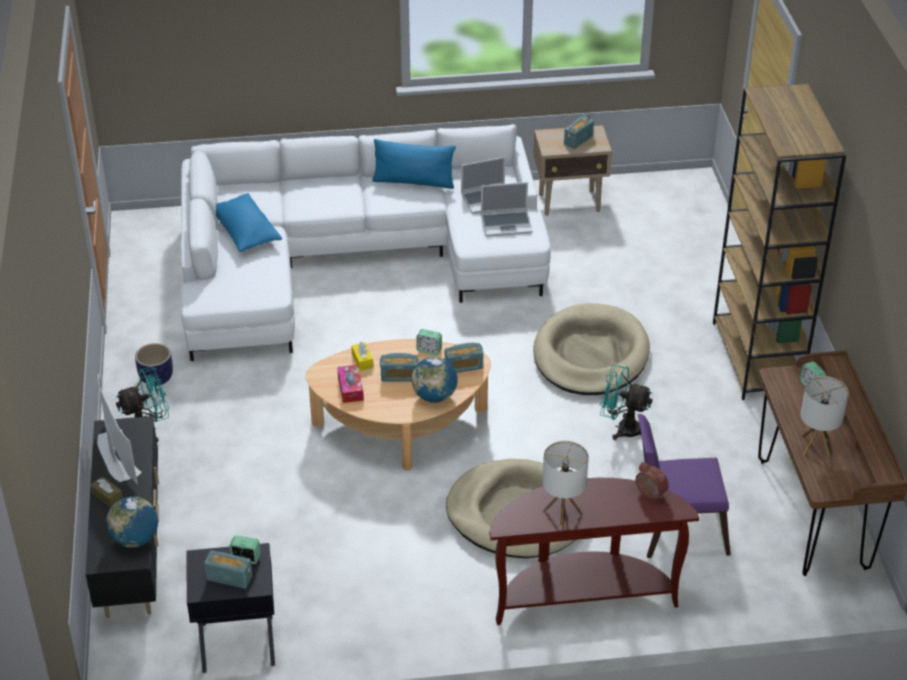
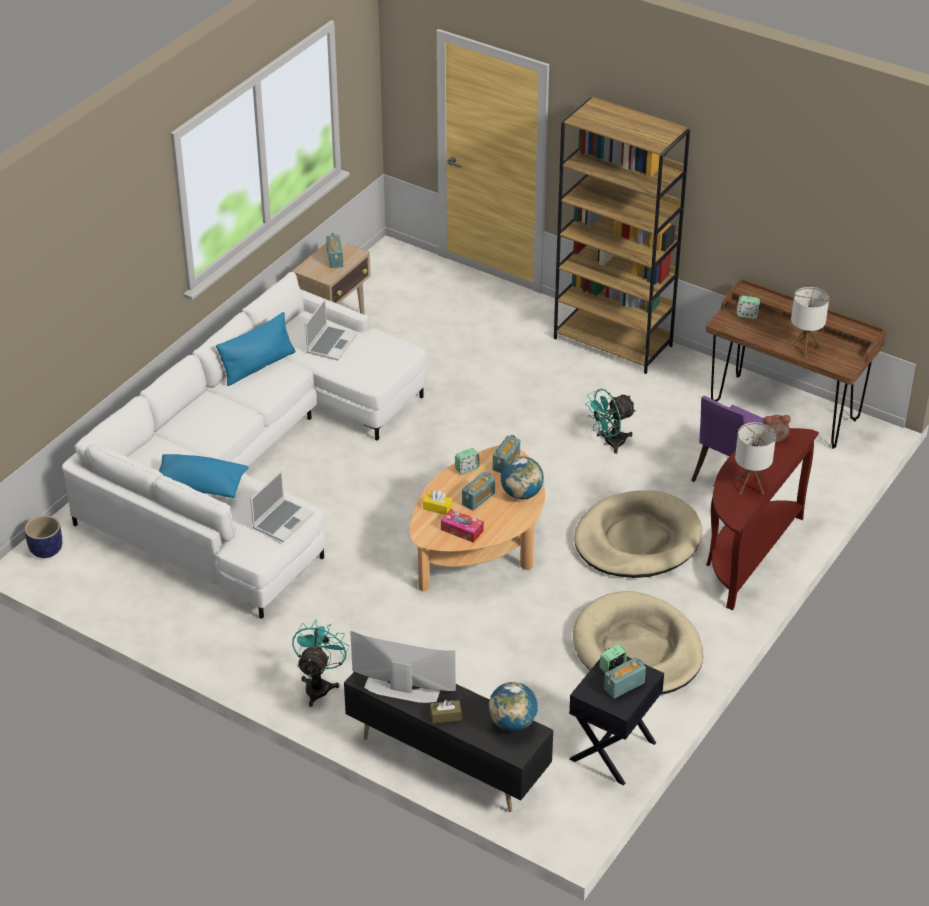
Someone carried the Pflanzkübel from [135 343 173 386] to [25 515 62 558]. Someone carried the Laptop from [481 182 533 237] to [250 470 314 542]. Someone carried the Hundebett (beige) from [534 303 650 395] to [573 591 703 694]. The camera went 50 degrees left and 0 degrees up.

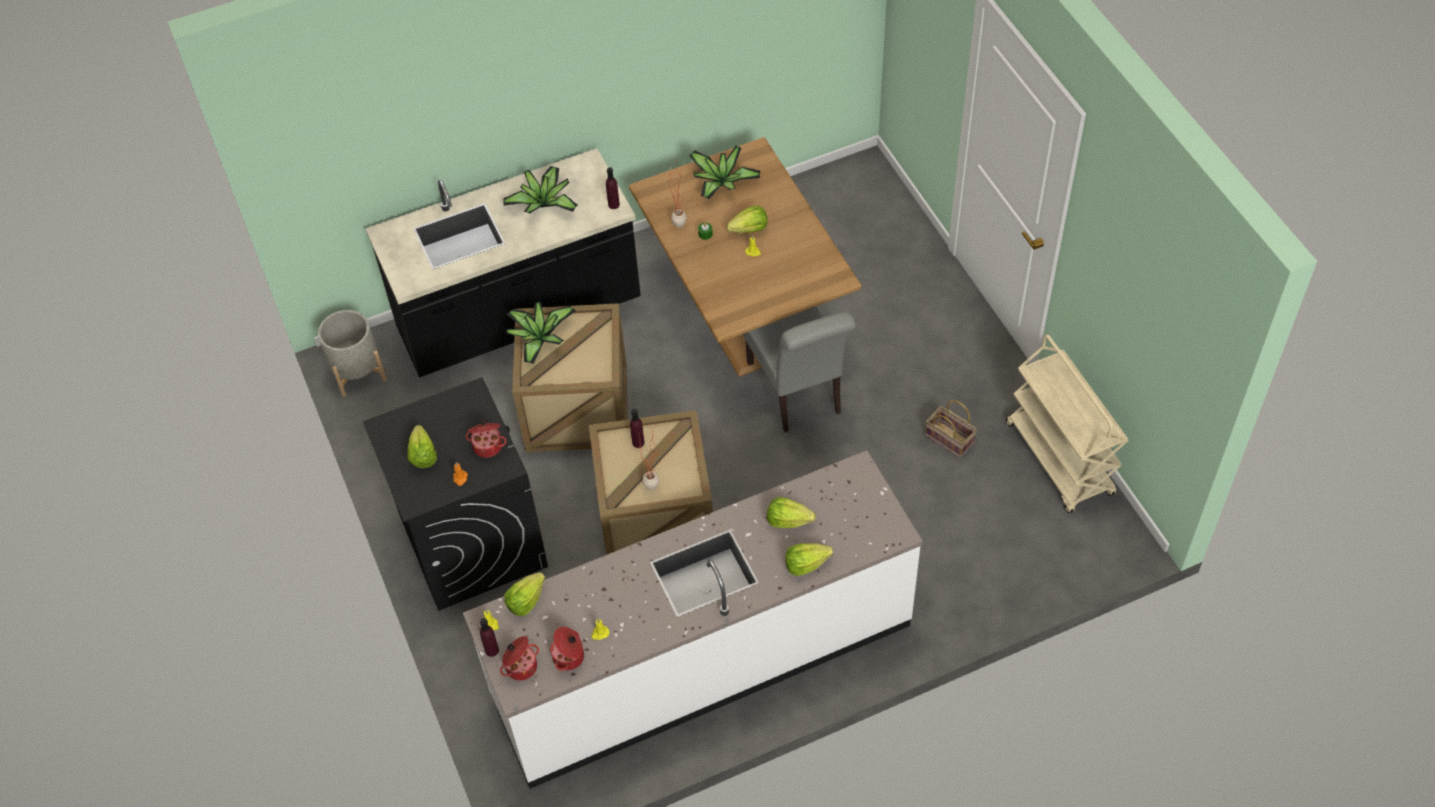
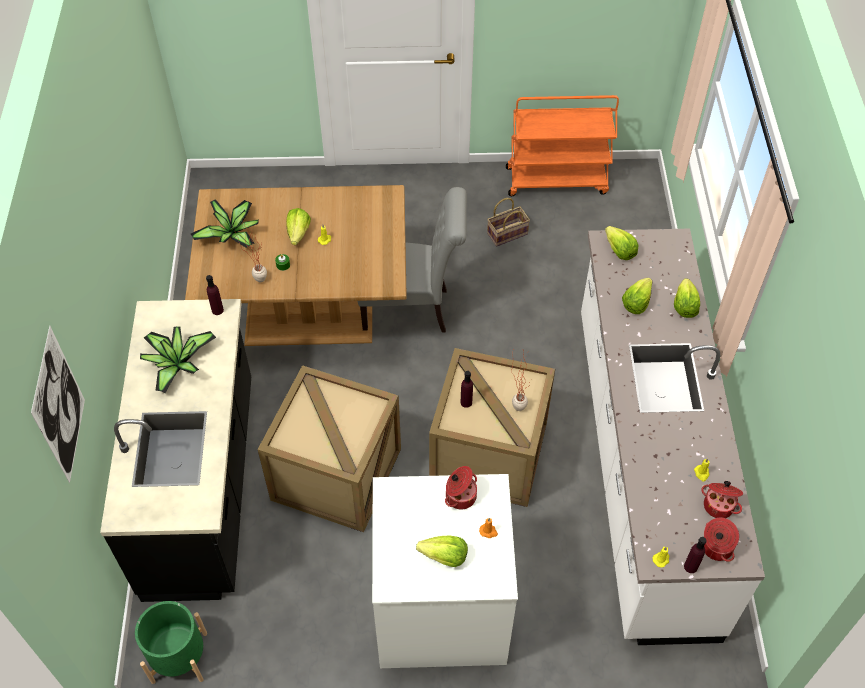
Someone put up the Bild at [31 326 85 483]. Someone repainted the Pflanzkübel (grau) at [318 310 387 397], which became the Pflanzkübel (grün) at [135 601 207 684]. Someone repainted the Waschmaschine (schwarz) at [363 377 548 611], which became the Waschmaschine (weiß) at [372 474 518 668]. Someone repainted the Rollwagen (beige) at [1006 334 1129 513], which became the Rollwagen (orange) at [506 95 619 196]. Someone carried the Salatkopf from [504 572 545 616] to [605 226 639 260]. Someone took away the Topfpflanze at [506 302 575 364]. The camera went 70 degrees left and 0 degrees up.

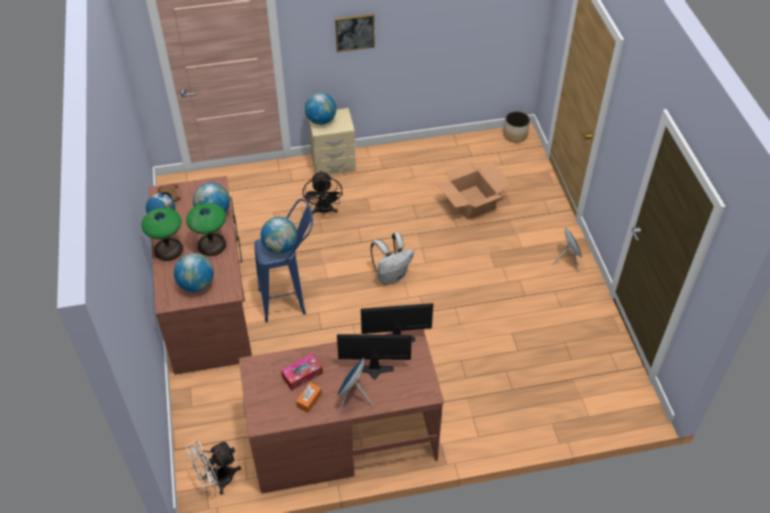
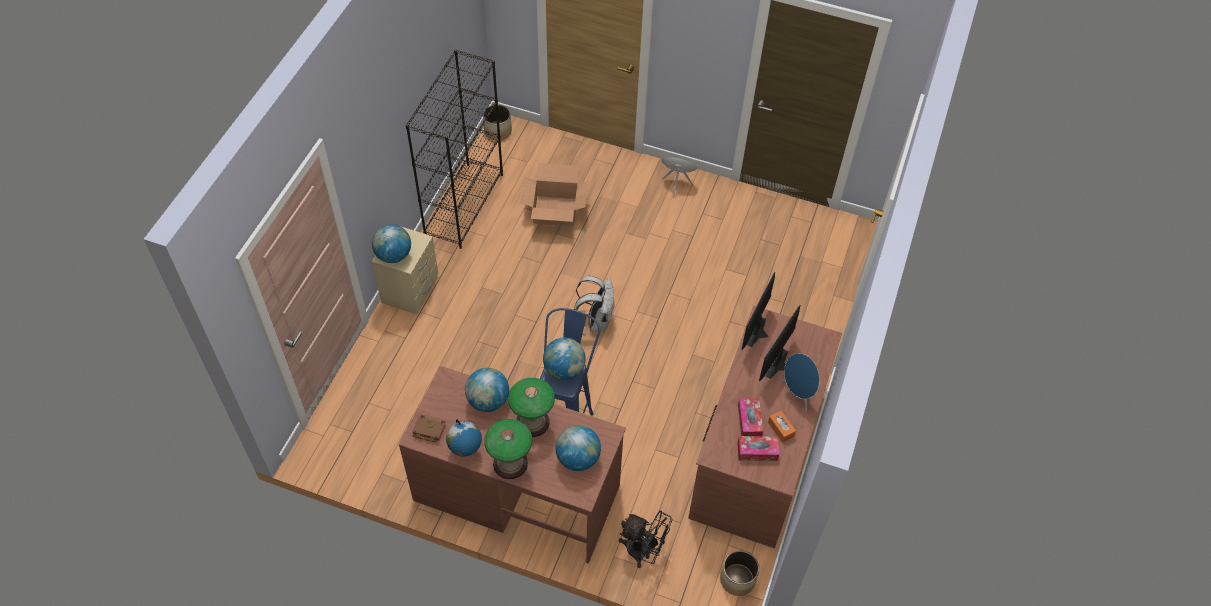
Someone put down the Bücherregal (schwarz) at [406 49 503 249]. Someone carried the Ventilator (schwarz) from [303 170 343 215] to [619 511 673 568]. Someone swapped the Ventilator (weiß) at [186 440 241 495] for the Pflanzkübel at [720 551 759 596]. Someone put down the Taschentuchbox at [737 436 779 461]. Someone took away the Bild at [335 14 374 52]. The camera went 60 degrees left and 5 degrees up.

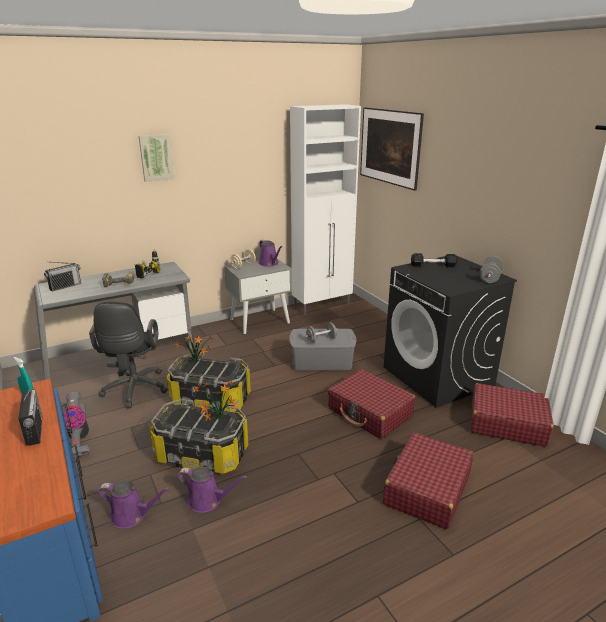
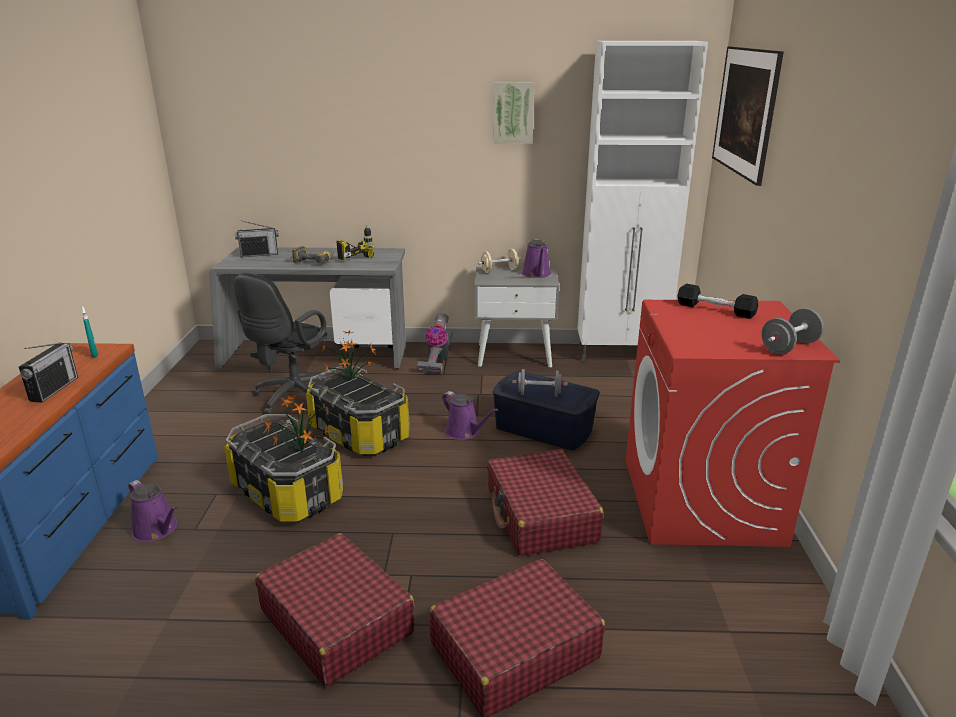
Someone carried the Koffer (rot) from [470 383 554 447] to [255 533 415 687]. Someone carried the Staubsauger from [63 392 89 458] to [417 313 453 373]. Someone carried the Gießkanne (lila) from [178 467 247 513] to [442 391 499 440]. Someone repainted the Aufbewahrungsbox (grau) at [289 329 357 370], which became the Aufbewahrungsbox (blau) at [492 371 599 450]. Someone carried the Bild from [139 134 174 182] to [494 82 534 144]. Someone repainted the Waschmaschine (schwarz) at [384 256 517 408], which became the Waschmaschine (rot) at [626 300 840 547]. The camera went 30 degrees right and 0 degrees up.

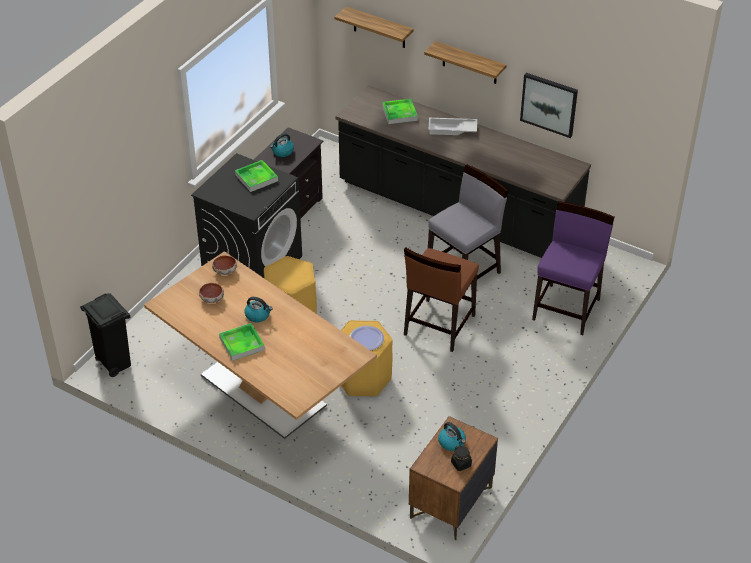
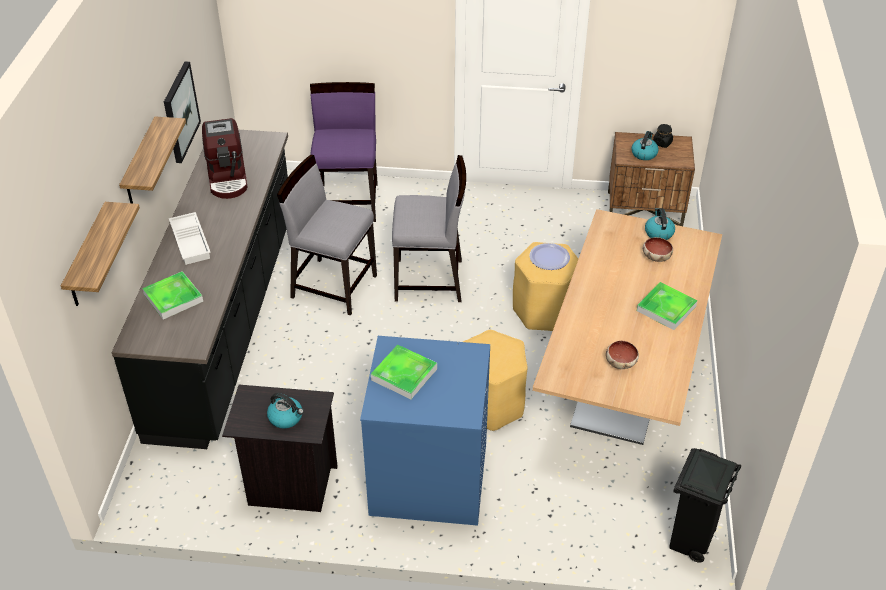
Someone put down the Kaffeemaschine at [202 118 248 199]. Someone rotated the Stuhl (lila) at [532 201 615 335] by 90 degrees clockwise. Someone repainted the Waschmaschine (schwarz) at [191 153 302 278], which became the Waschmaschine (blau) at [360 336 490 526]. Someone repainted the Stuhl (braun) at [404 247 479 352], which became the Stuhl (grau) at [392 155 466 302]. Someone carried the Schüssel from [212 255 237 275] to [643 237 673 262]. Someone carried the Wasserkessel from [245 297 272 322] to [645 208 675 240]. The camera went 115 degrees left and 0 degrees up.

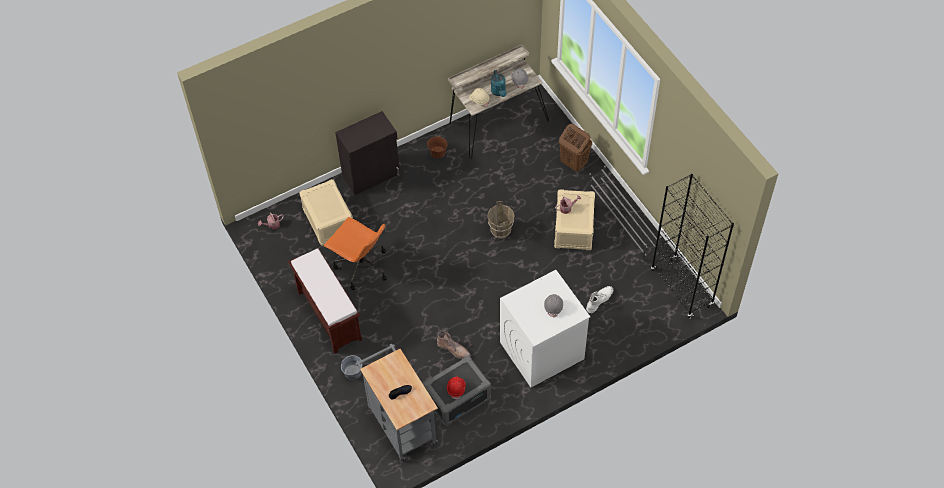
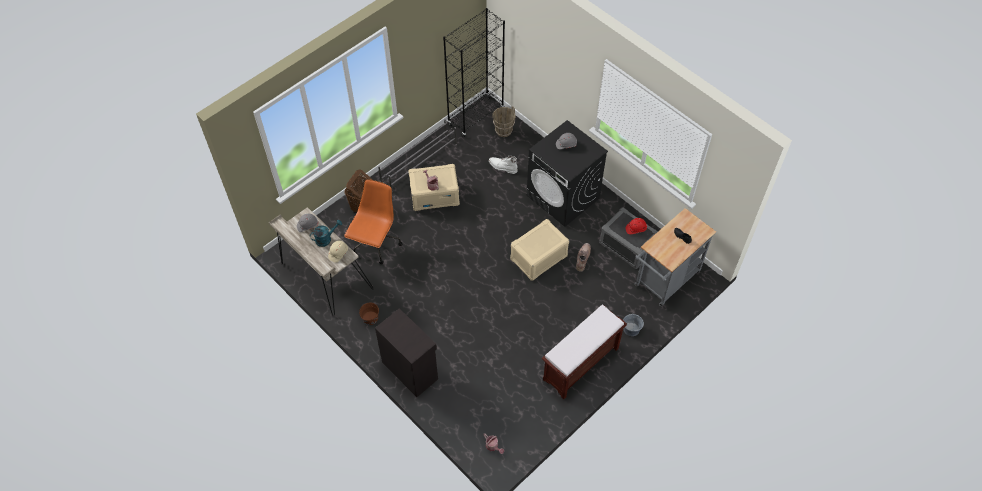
Someone carried the Bürostuhl (orange) from [324 217 387 290] to [344 179 402 264]. Someone carried the Eimer (braun) from [488 201 515 239] to [492 106 516 137]. Someone carried the Aufbewahrungsbox (beige) from [299 179 353 246] to [510 219 569 281]. Someone repainted the Waschmaschine (weiß) at [500 270 590 387], which became the Waschmaschine (schwarz) at [527 120 608 227]. The camera went 105 degrees left and 0 degrees up.

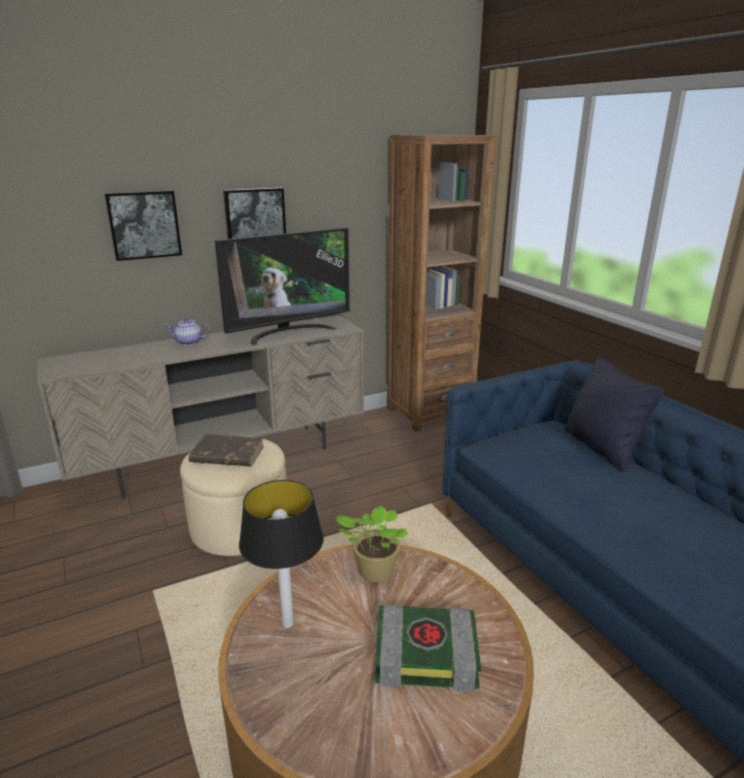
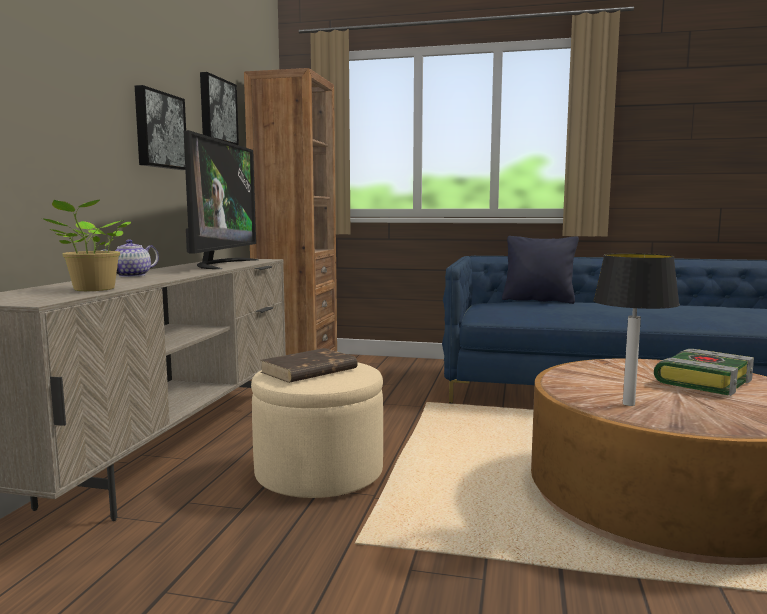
Someone carried the Topfpflanze from [335 505 408 582] to [42 200 131 291]. Someone carried the Bild from [104 190 182 261] to [200 72 239 145]. The camera went 50 degrees left and 15 degrees down.

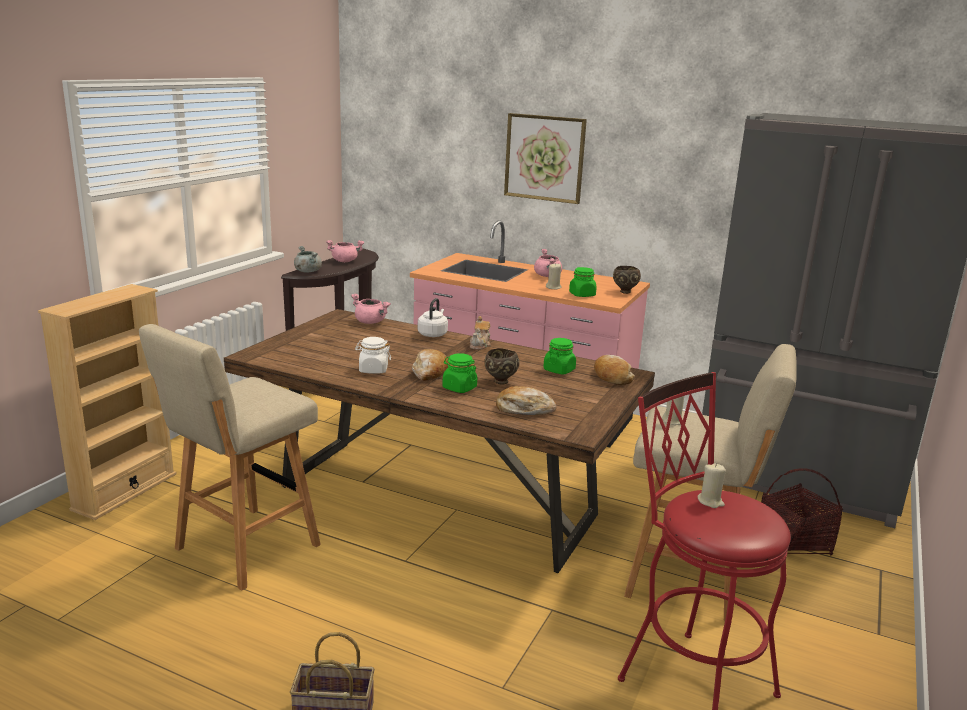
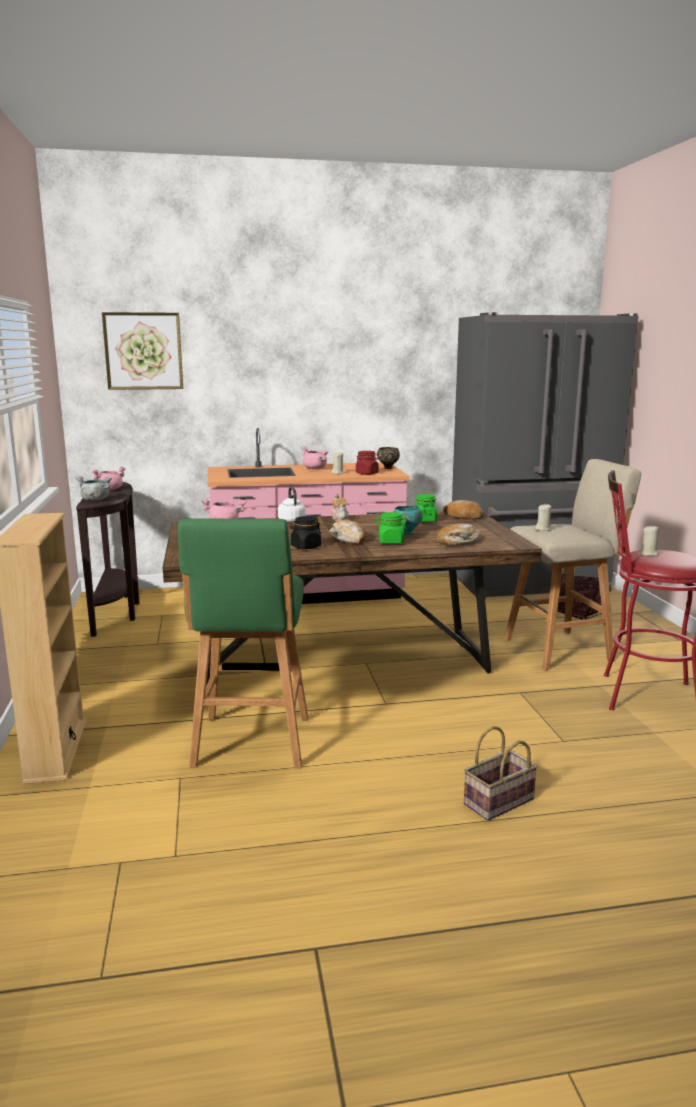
Someone carried the Bild from [504 113 587 204] to [102 312 183 390]. Someone repainted the Hocker (beige) at [139 324 321 590], which became the Hocker (grün) at [178 518 308 768]. Someone repainted the Vorratsglas (weiß) at [355 337 391 374], which became the Vorratsglas (schwarz) at [290 516 321 549]. Someone repainted the Vorratsglas (grün) at [569 267 597 297], which became the Vorratsglas (rot) at [356 451 379 475]. Someone repainted the Schüssel (braun) at [485 348 520 385], which became the Schüssel (türkis) at [394 506 423 535]. The camera went 35 degrees left and 5 degrees down.

